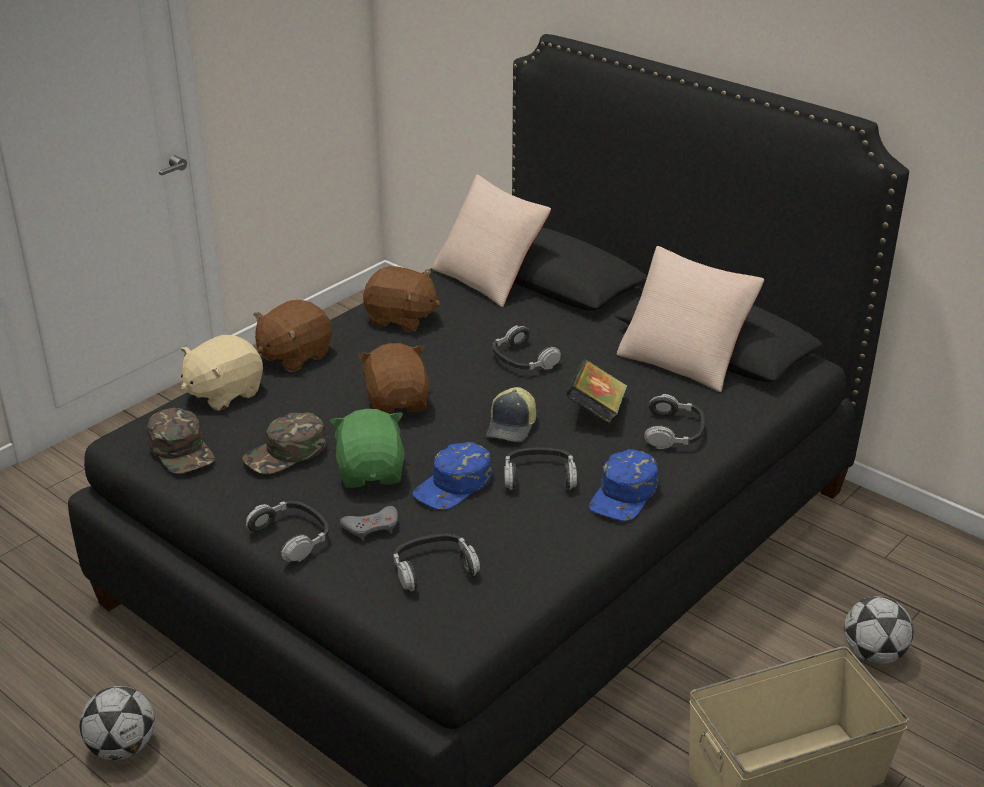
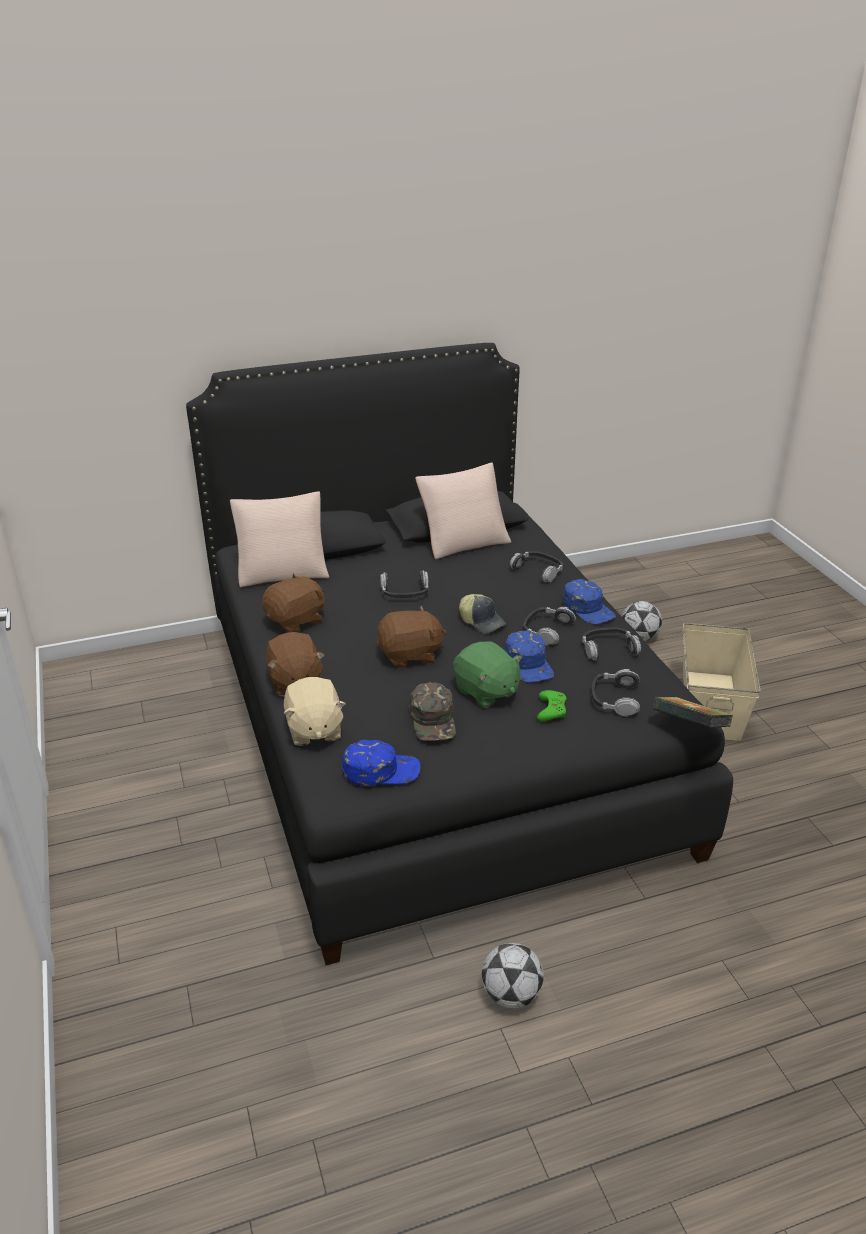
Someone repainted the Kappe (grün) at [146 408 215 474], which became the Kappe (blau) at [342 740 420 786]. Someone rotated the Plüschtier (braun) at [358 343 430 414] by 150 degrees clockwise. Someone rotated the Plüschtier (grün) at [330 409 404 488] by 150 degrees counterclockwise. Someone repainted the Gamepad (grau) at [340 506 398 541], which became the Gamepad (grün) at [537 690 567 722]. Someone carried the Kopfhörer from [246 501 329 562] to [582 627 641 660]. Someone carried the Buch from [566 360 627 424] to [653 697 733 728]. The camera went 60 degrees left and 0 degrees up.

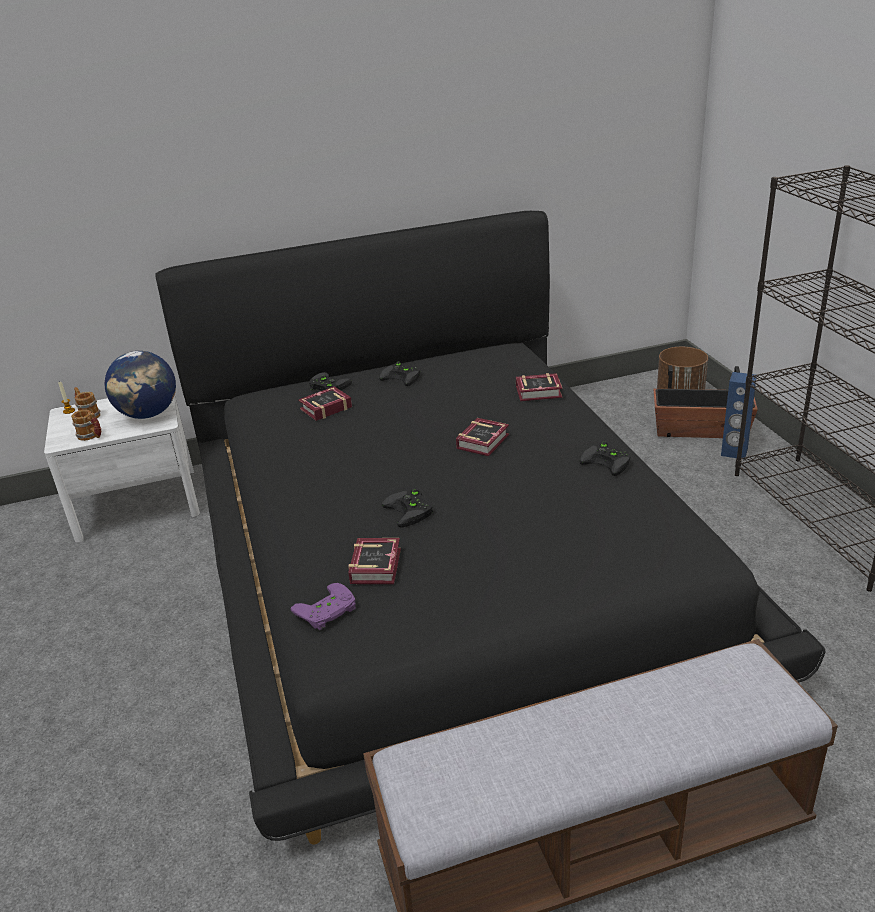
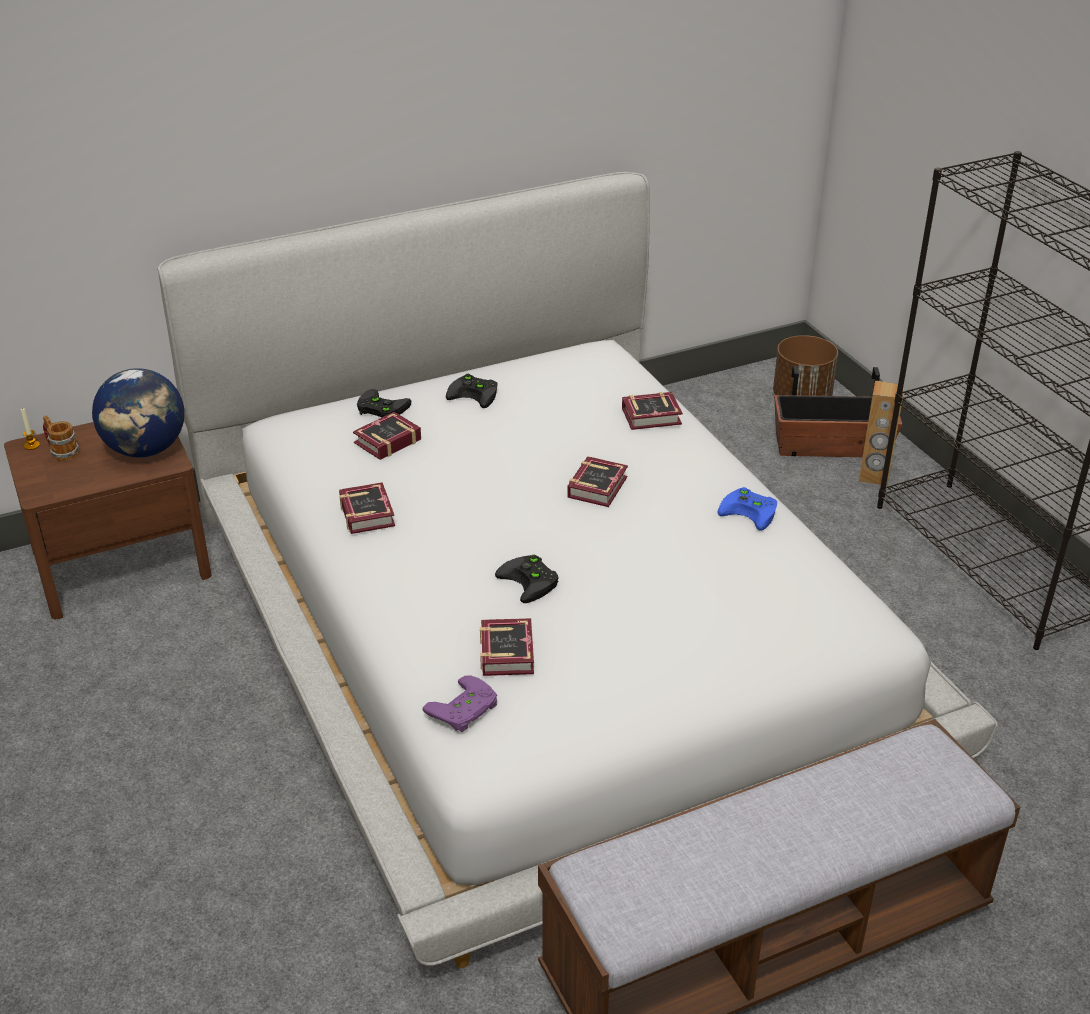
Someone repainted the Nachttisch (weiß) at [44 395 200 542], which became the Nachttisch (braun) at [4 422 212 619]. Someone repainted the Bett (schwarz) at [155 211 825 844], which became the Bett (weiß) at [157 172 998 968]. Someone put down the Buch at [339 482 395 534]. Someone repainted the Gamepad (schwarz) at [579 441 631 476], which became the Gamepad (blau) at [718 487 777 531]. Someone repainted the Lautsprecher (blau) at [721 372 756 458], which became the Lautsprecher (braun) at [859 381 904 486]. Someone took away the Henkelbecher at [71 410 102 441]. The camera went 10 degrees left and 5 degrees up.

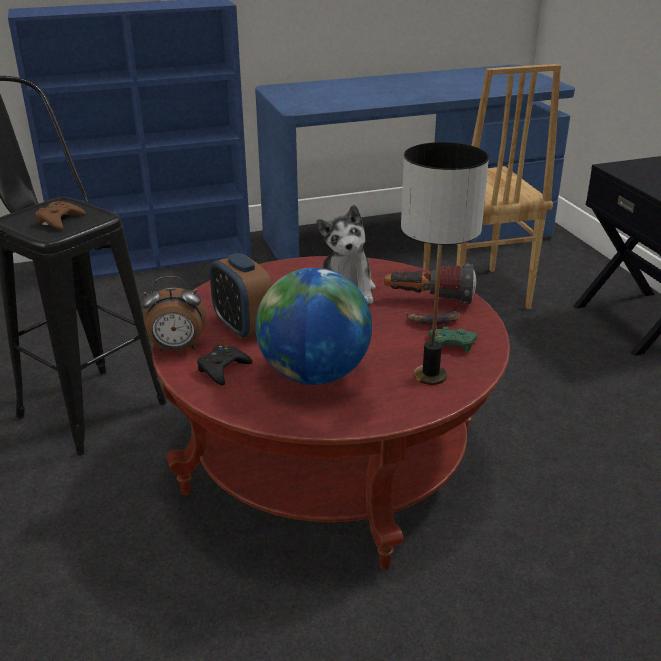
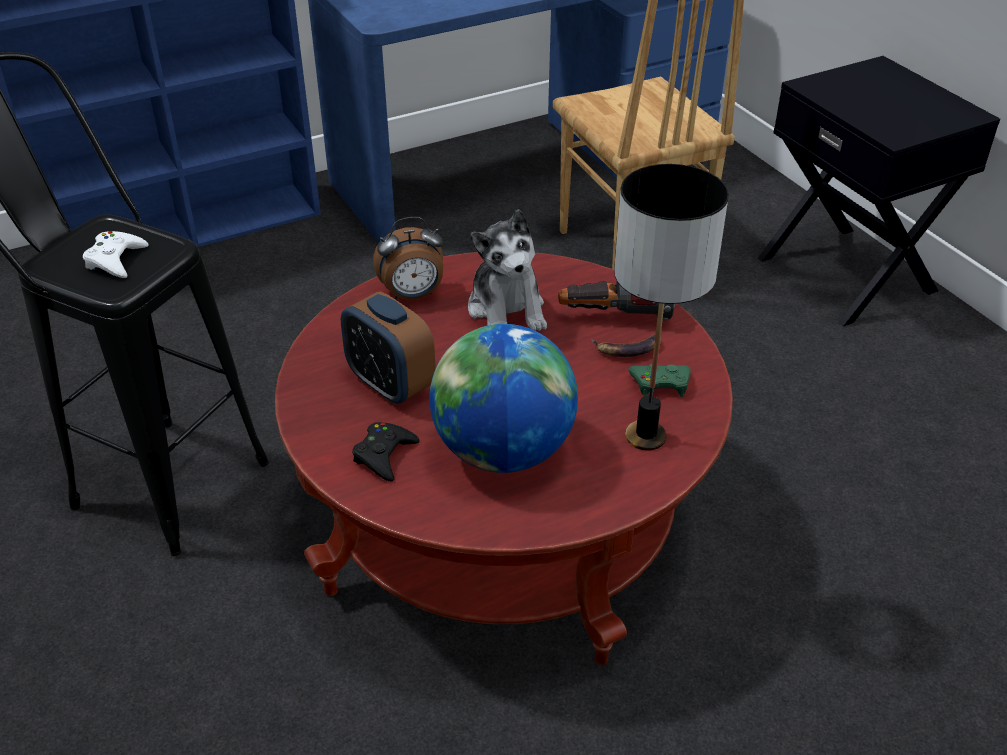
Someone repainted the Gamepad (braun) at [36 201 86 230], which became the Gamepad (weiß) at [83 231 149 278]. Someone carried the Wecker from [142 276 206 351] to [373 217 443 300]. The camera went 10 degrees left and 10 degrees up.

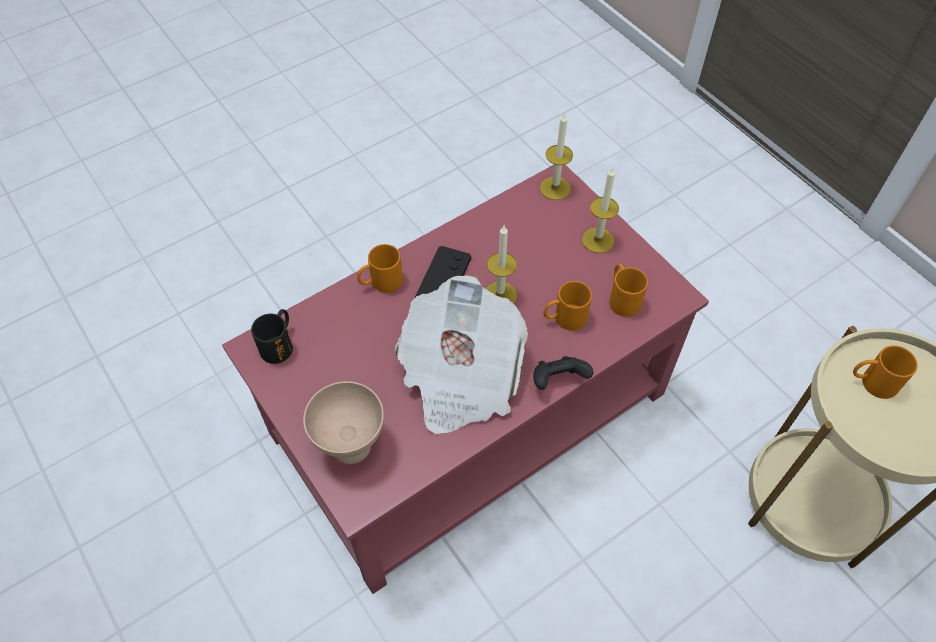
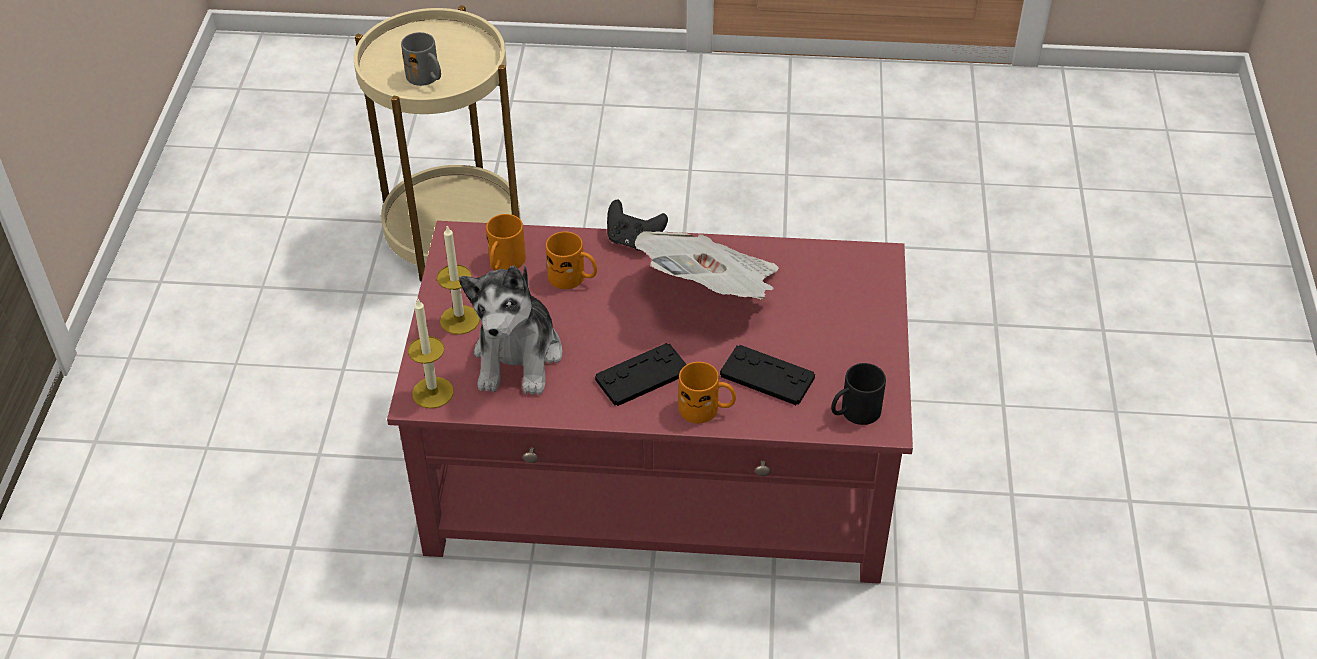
Someone repainted the Henkelbecher (orange) at [853 345 918 399], which became the Henkelbecher (grau) at [401 32 441 86]. Someone put down the Plüschtier at [459 266 562 395]. Someone put down the Gamepad (schwarz) at [720 345 815 405]. Someone took away the Schüssel (beige) at [303 381 384 464]. Someone took away the Kerze at [485 226 517 304]. The camera went 140 degrees left and 10 degrees down.

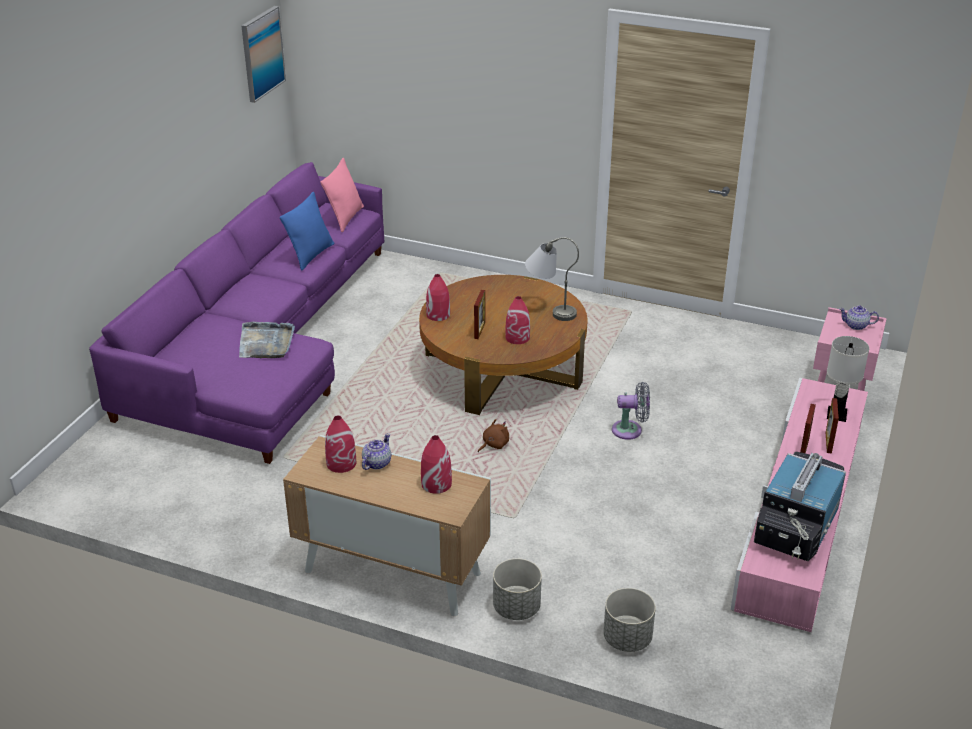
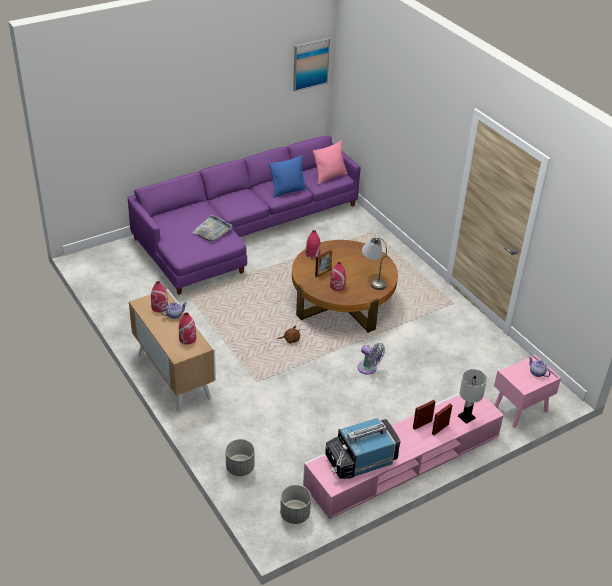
Someone carried the Pflanzkübel (grau) from [493 559 542 620] to [280 485 311 524]. The camera went 35 degrees right and 5 degrees up.

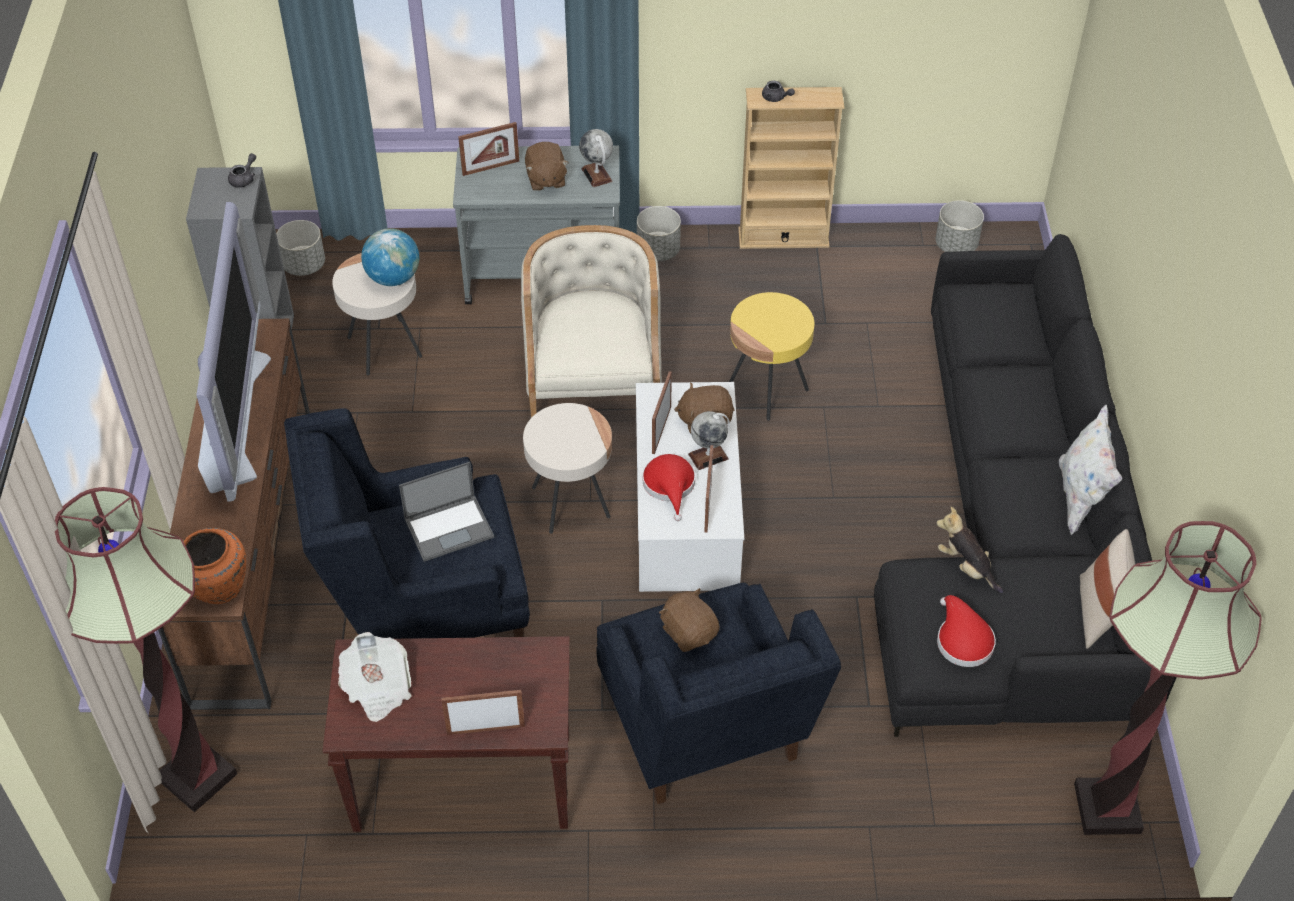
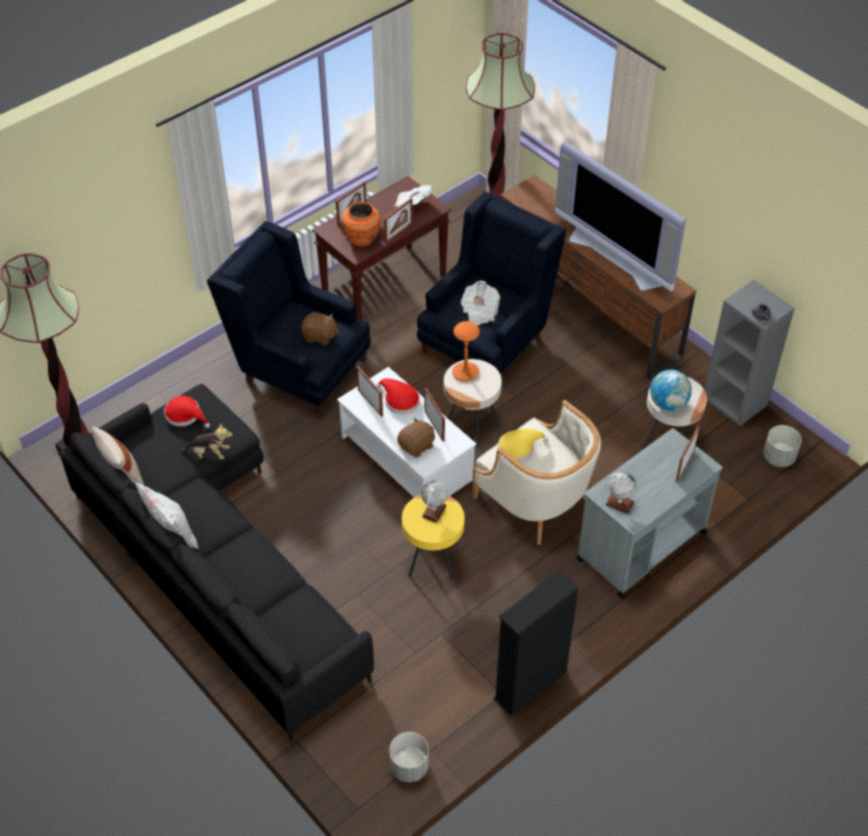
Someone carried the Vase (orange) from [183 528 246 604] to [341 202 381 247]. Someone put down the Bilderrahmen at [384 198 413 244]. Someone carried the Globus from [688 411 730 470] to [421 481 448 523]. Someone put down the Tischlampe (orange) at [452 321 480 381]. Someone swapped the Laptop at [399 462 494 562] for the Zeitung at [461 281 500 326]. Someone repainted the Bücherregal (beige) at [738 87 844 249], which became the Bücherregal (schwarz) at [493 570 579 717]. Someone put down the Hut (gelb) at [498 429 548 462]. Someone took away the Plüschtier (braun) at [525 142 569 191]. Someone took away the Pflanzkübel (grau) at [637 206 681 261]. Someone took away the Teekanne (grau) at [762 81 795 102]. The camera went 140 degrees right and 0 degrees up.

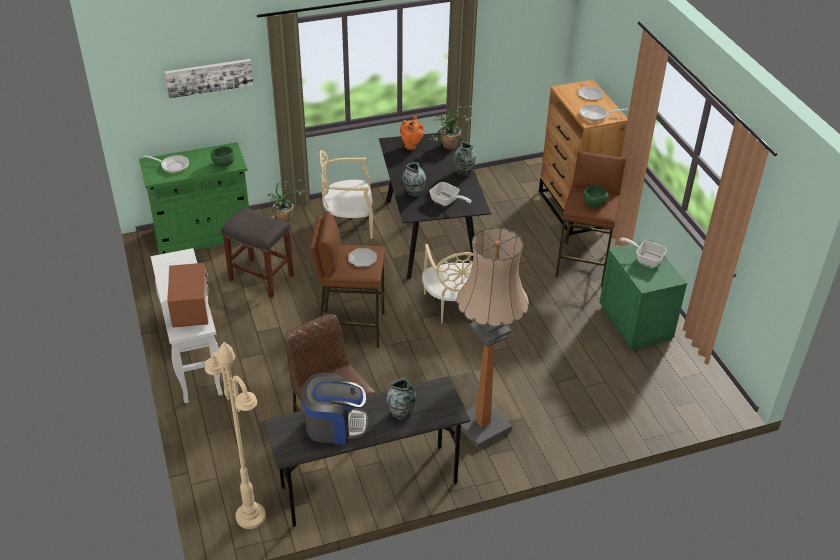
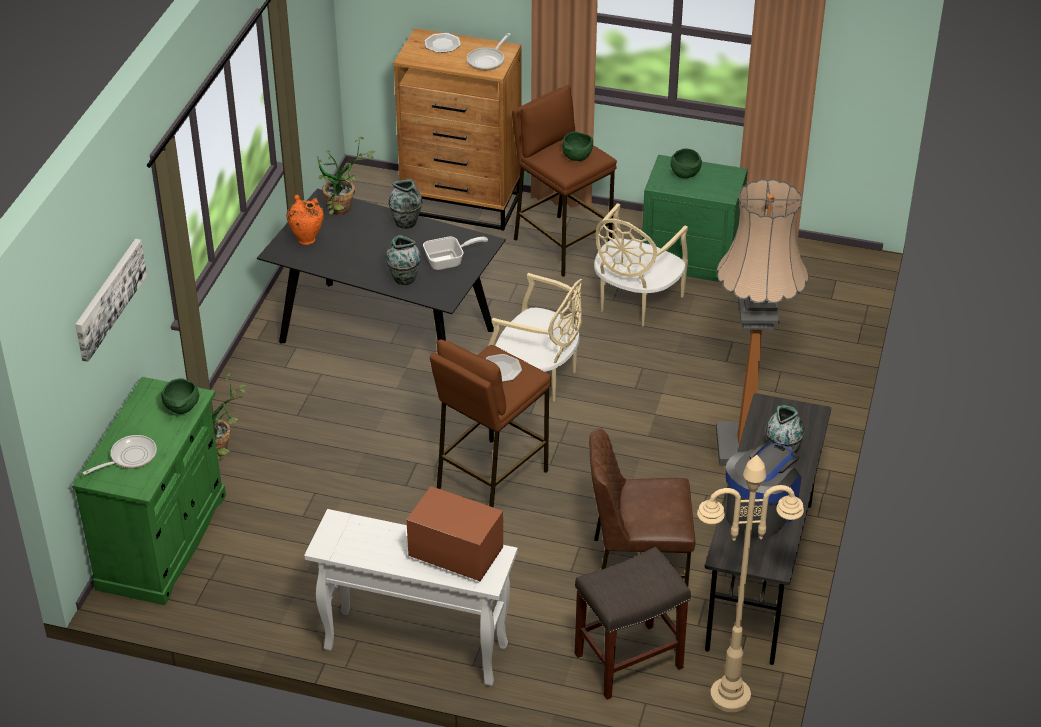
Someone carried the Hocker (grau) from [221 207 294 298] to [575 547 691 700]. Someone carried the Stuhl (beige) from [320 150 373 239] to [594 203 688 326]. Someone swapped the Pfanne at [620 238 667 267] for the Schüssel (grün) at [671 148 702 178]. The camera went 55 degrees left and 0 degrees up.

